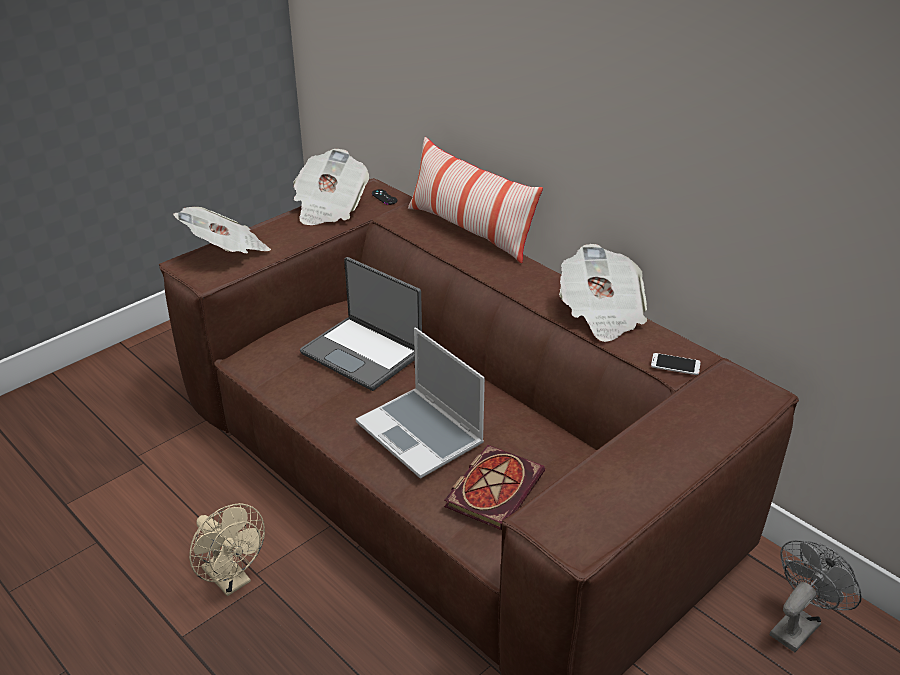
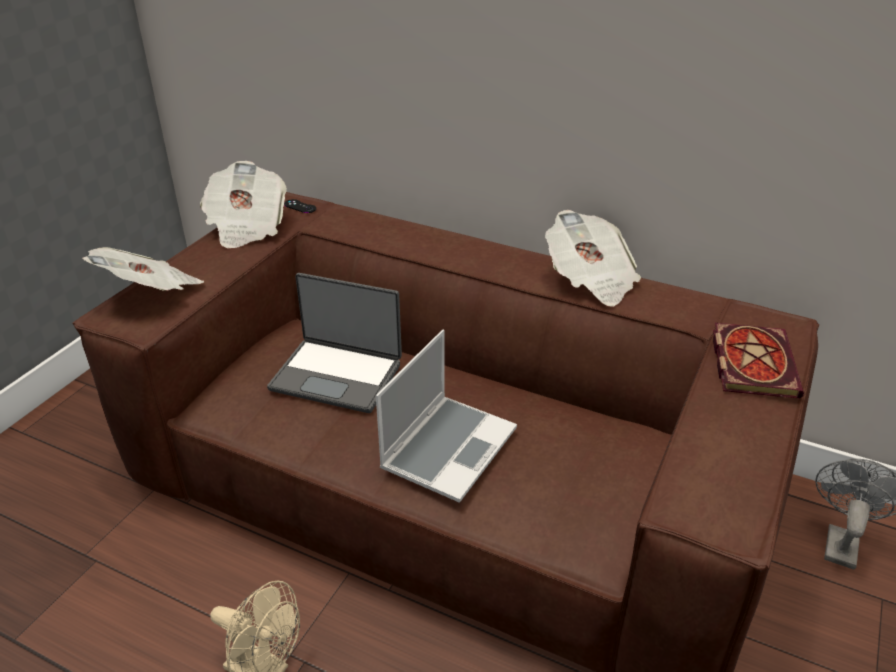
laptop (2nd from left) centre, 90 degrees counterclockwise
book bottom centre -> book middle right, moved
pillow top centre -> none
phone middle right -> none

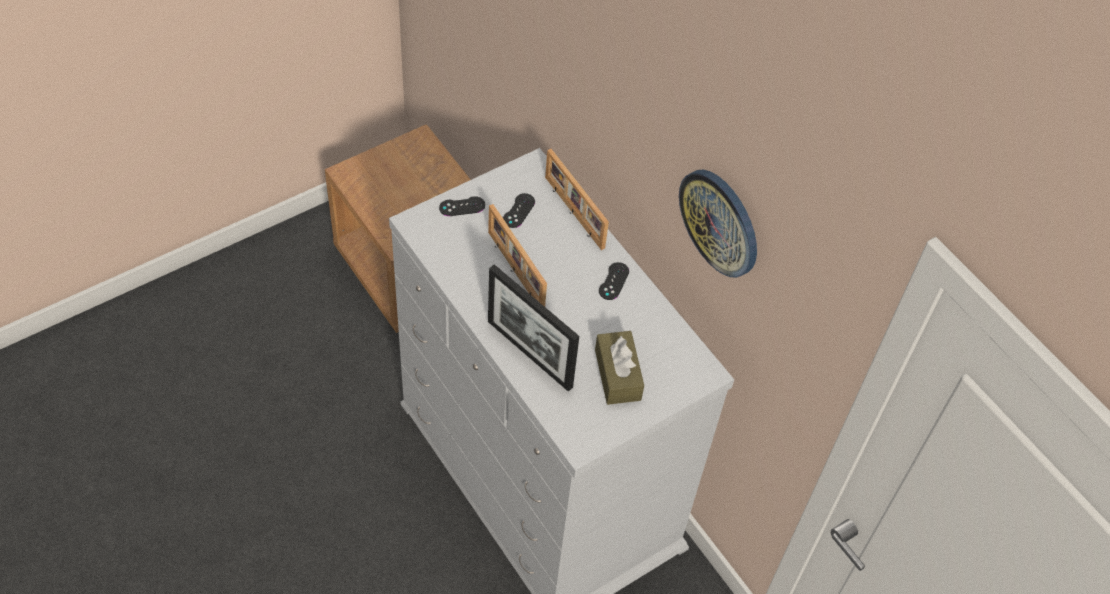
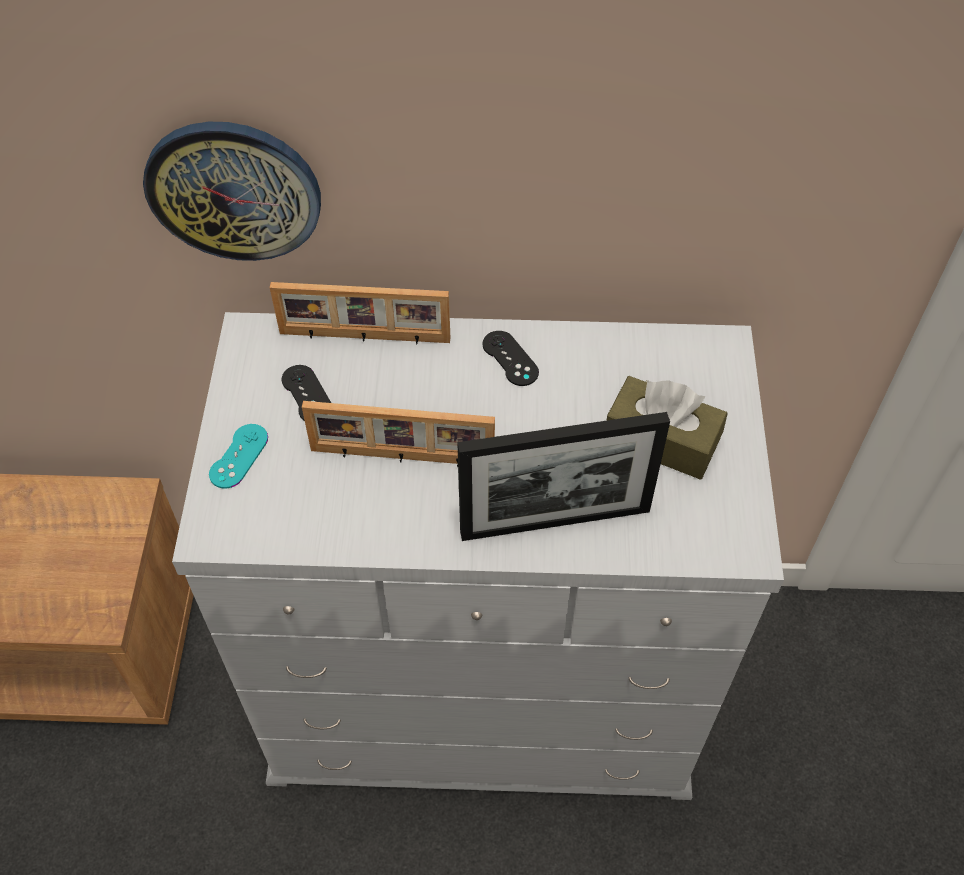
wall clock centre -> wall clock top left, moved
black game controller (1st from left) centre -> turquoise game controller middle left

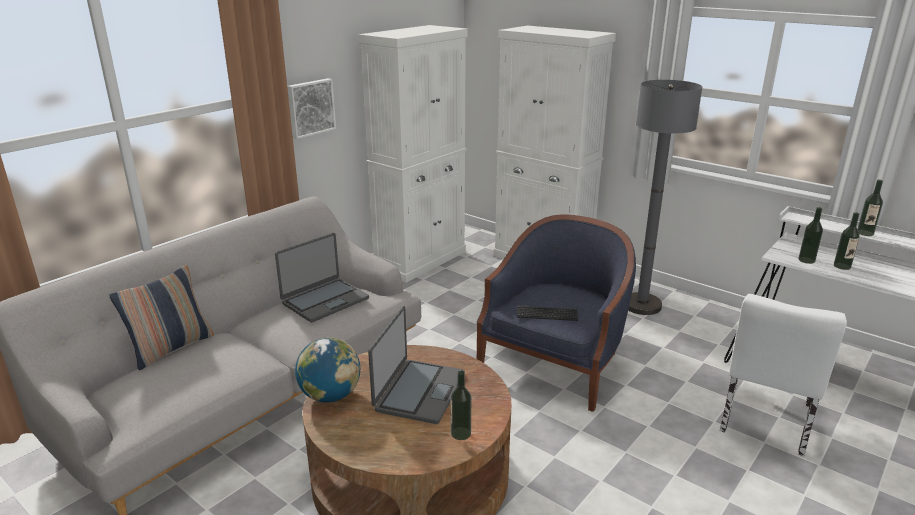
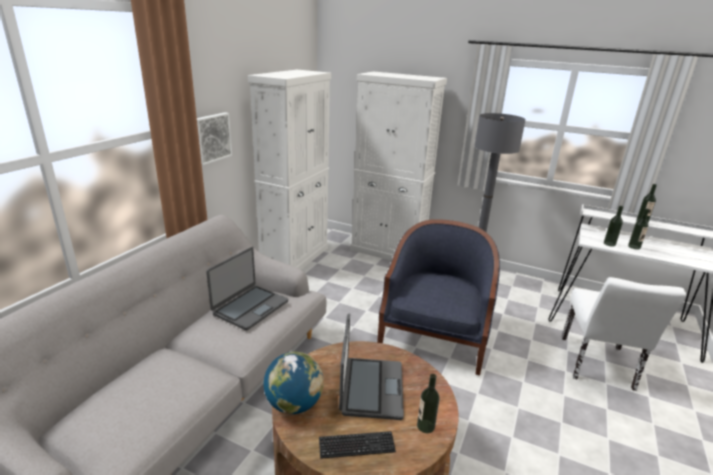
keyboard centre -> keyboard bottom centre, moved
pillow middle left -> none

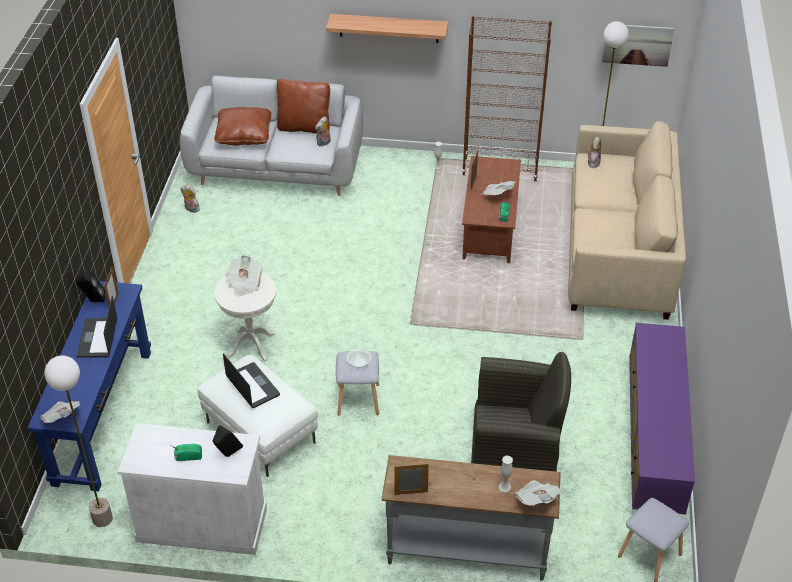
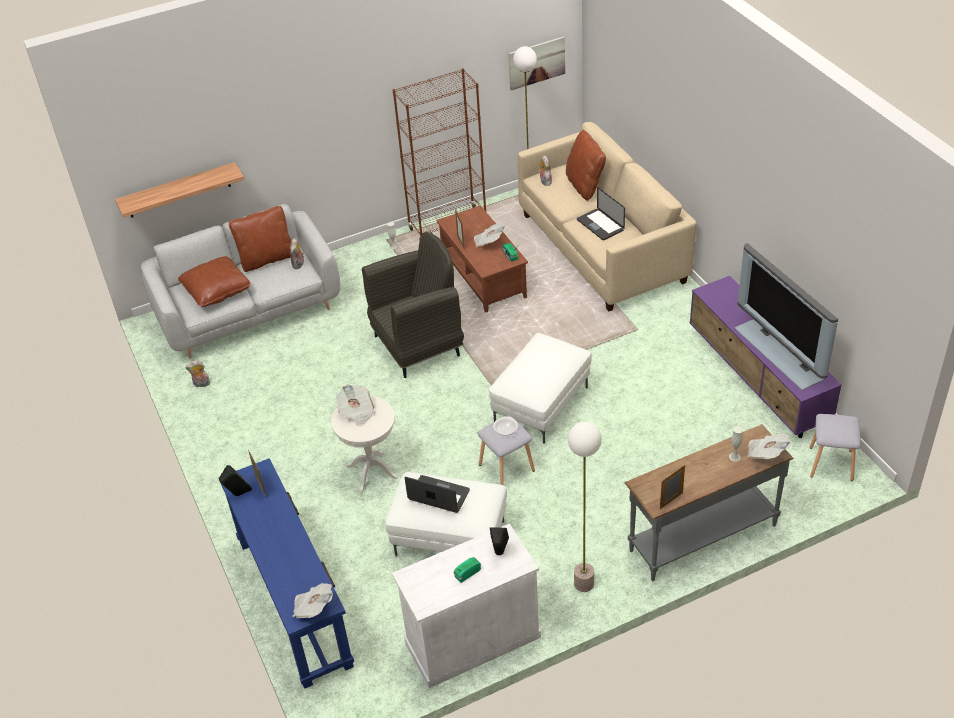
shelf top centre -> shelf top left, moved
grey armchair bottom centre -> grey armchair centre, moved
none -> white ottoman (2nd from left) centre
none -> brown pillow (3rd from left) top centre
floor lamp (1st from left in the first image) bottom left -> floor lamp (2nd from left) bottom centre, moved
laptop (1st from left in the first image) middle left -> laptop (2nd from left) top centre, moved
none -> television middle right

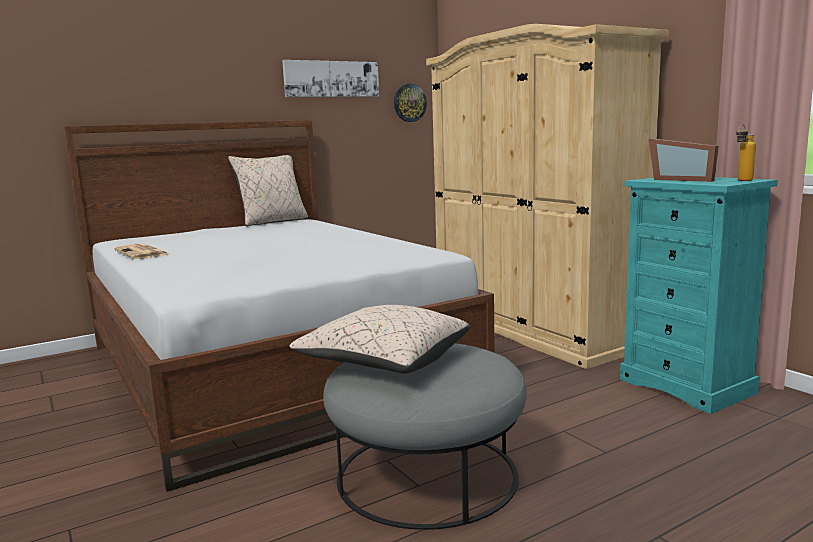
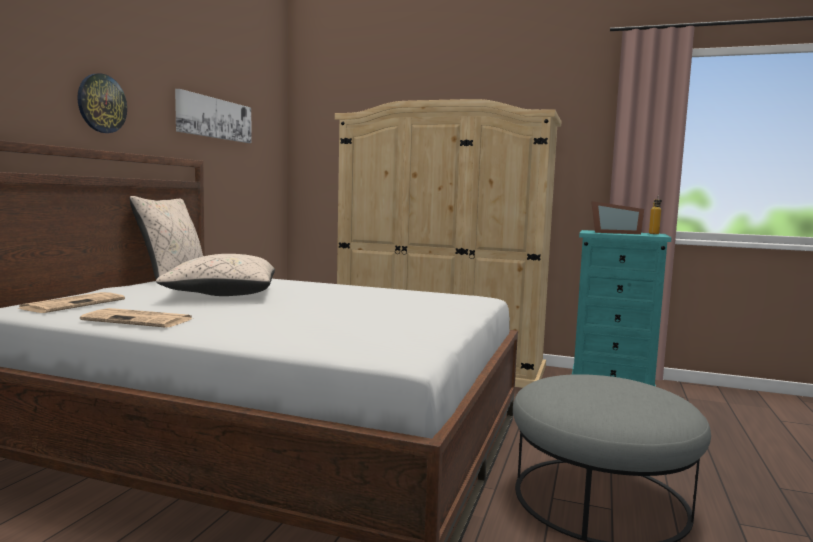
none -> newspaper (1st from left) middle left
wall clock top centre -> wall clock top left, moved
beige pillow (2nd from left) centre -> beige pillow (2nd from left) middle left, moved

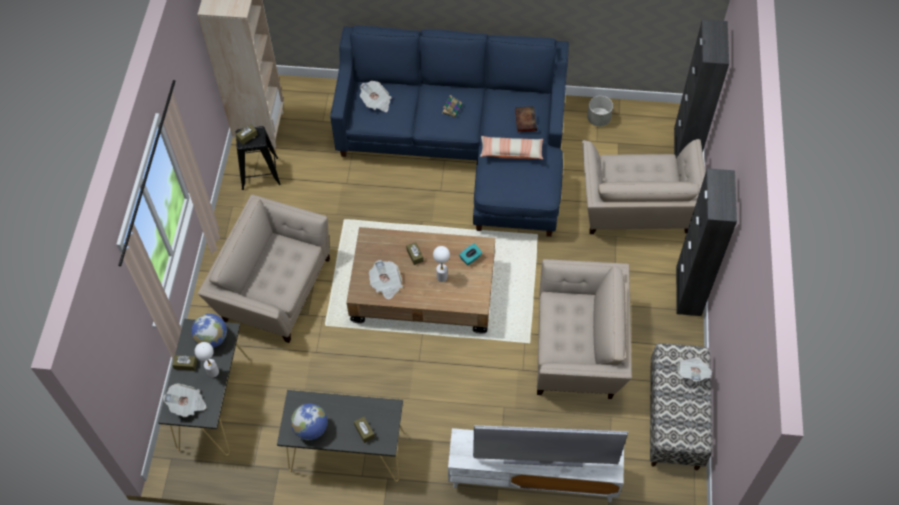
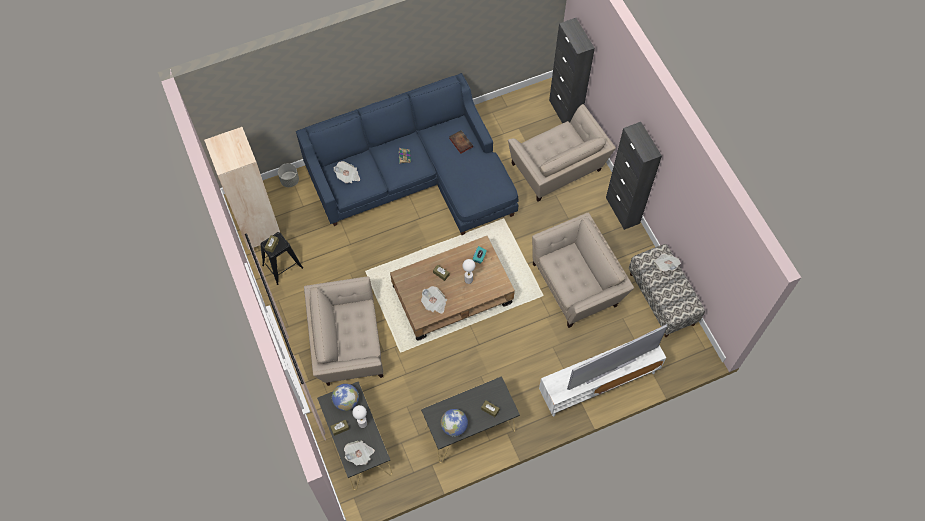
grey planter top right -> grey planter middle left, moved
pillow top centre -> none

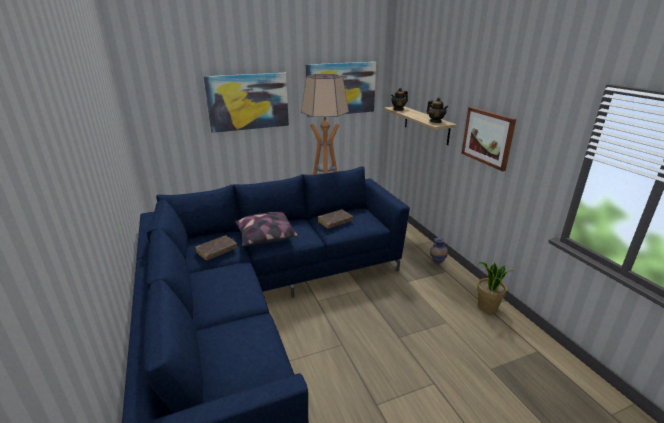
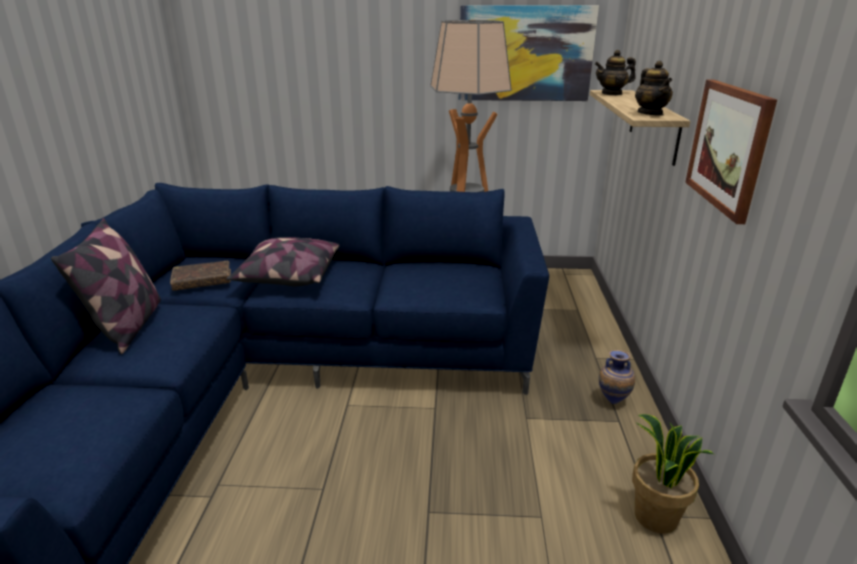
none -> pillow (1st from left) middle left
picture (1st from left) top centre -> none
brown book (2nd from left) centre -> none

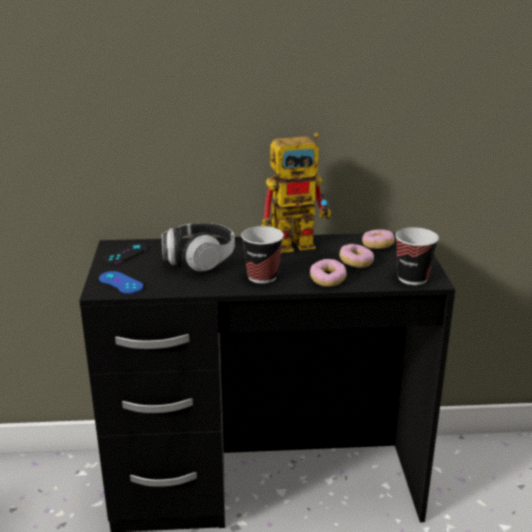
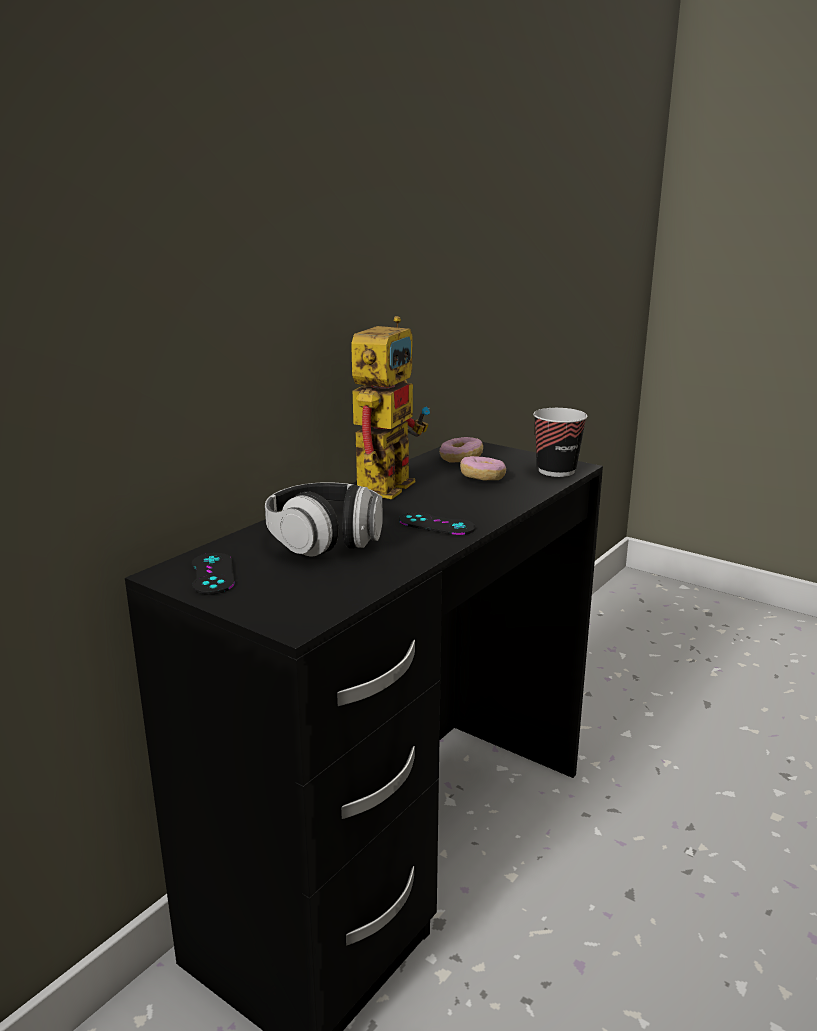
cup (1st from left) centre -> black game controller (2nd from left) centre
blue game controller middle left -> none
donut (1st from left) centre -> none

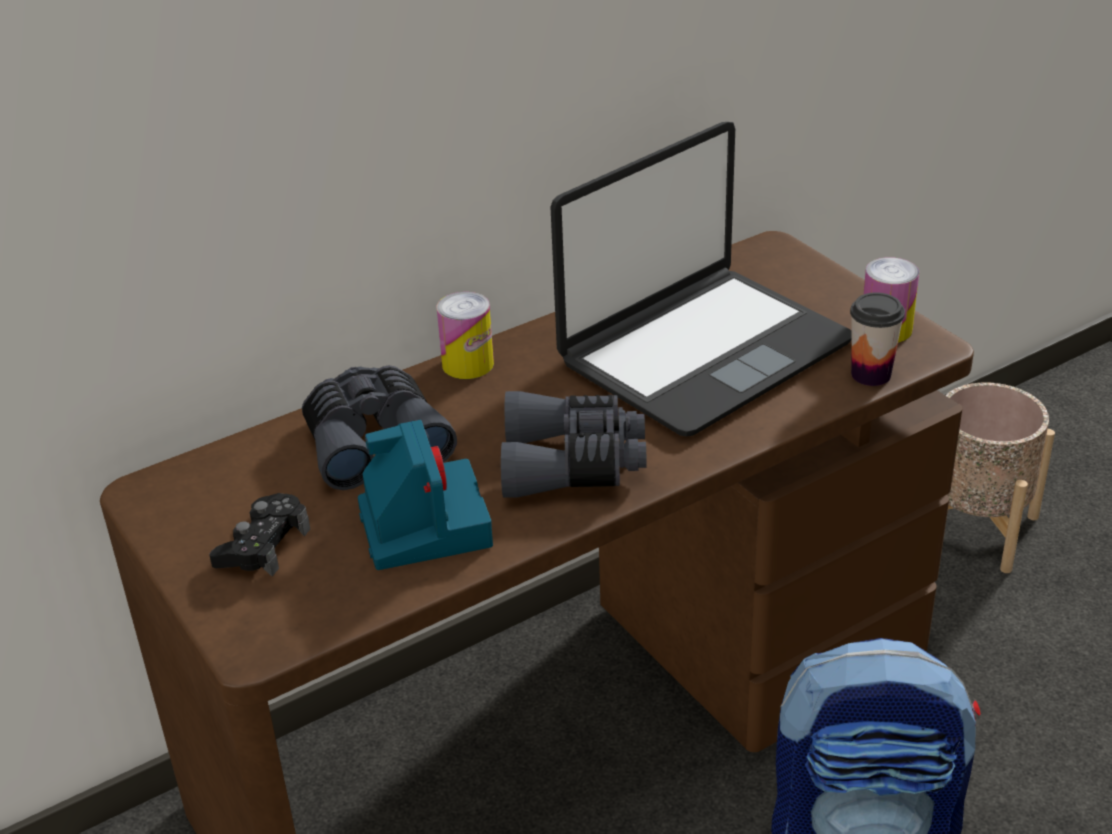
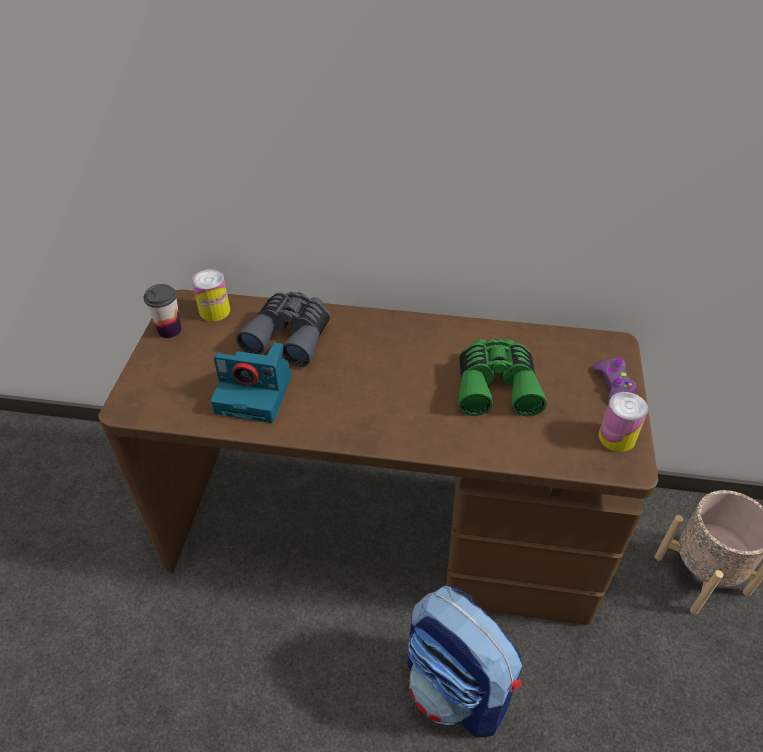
cup middle right -> cup middle left, moved
can (1st from left) centre -> can (1st from left) middle left, moved
photo camera centre -> photo camera middle left, 75 degrees clockwise
laptop centre -> green binoculars centre
none -> purple game controller middle right
black game controller middle left -> none
grey binoculars (2nd from left) centre -> none

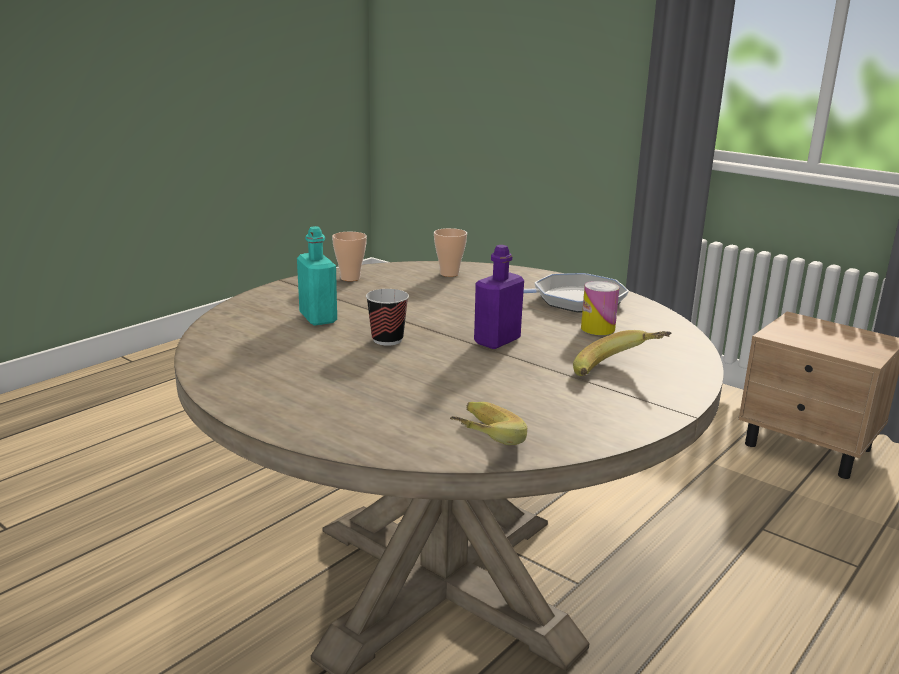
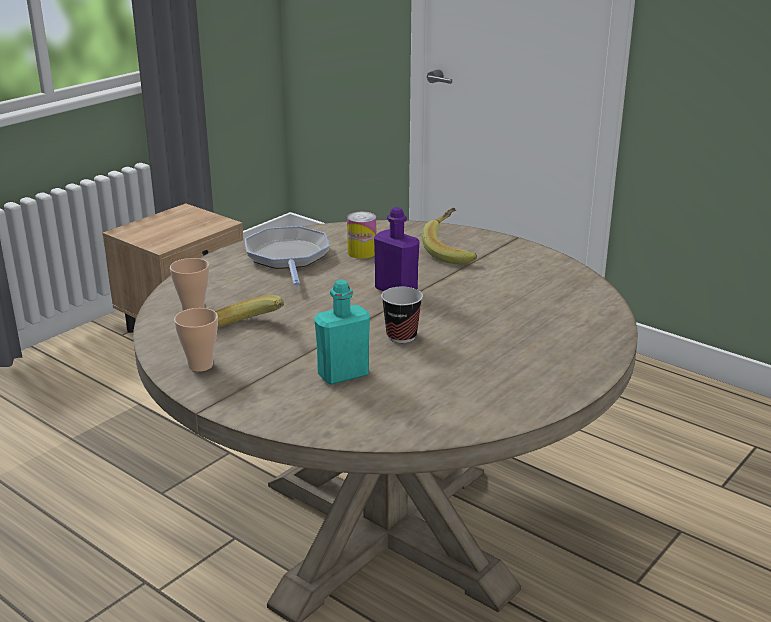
banana (1st from left) centre -> banana (1st from left) middle left, moved

